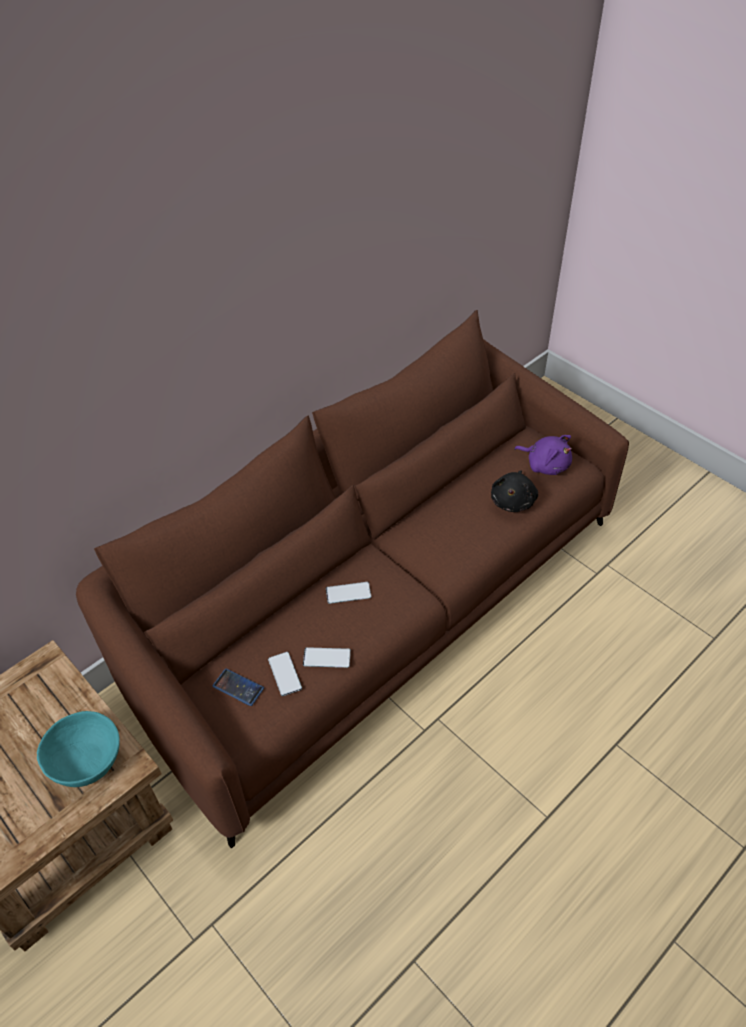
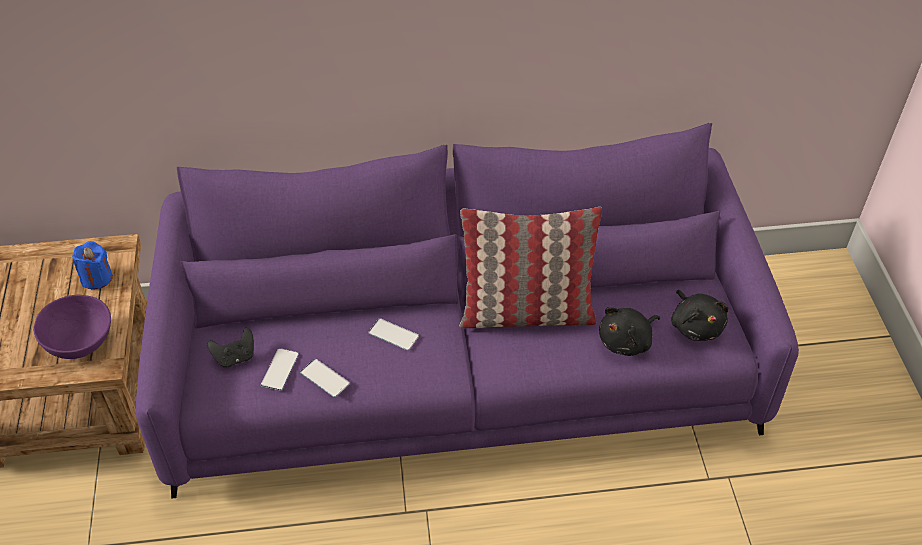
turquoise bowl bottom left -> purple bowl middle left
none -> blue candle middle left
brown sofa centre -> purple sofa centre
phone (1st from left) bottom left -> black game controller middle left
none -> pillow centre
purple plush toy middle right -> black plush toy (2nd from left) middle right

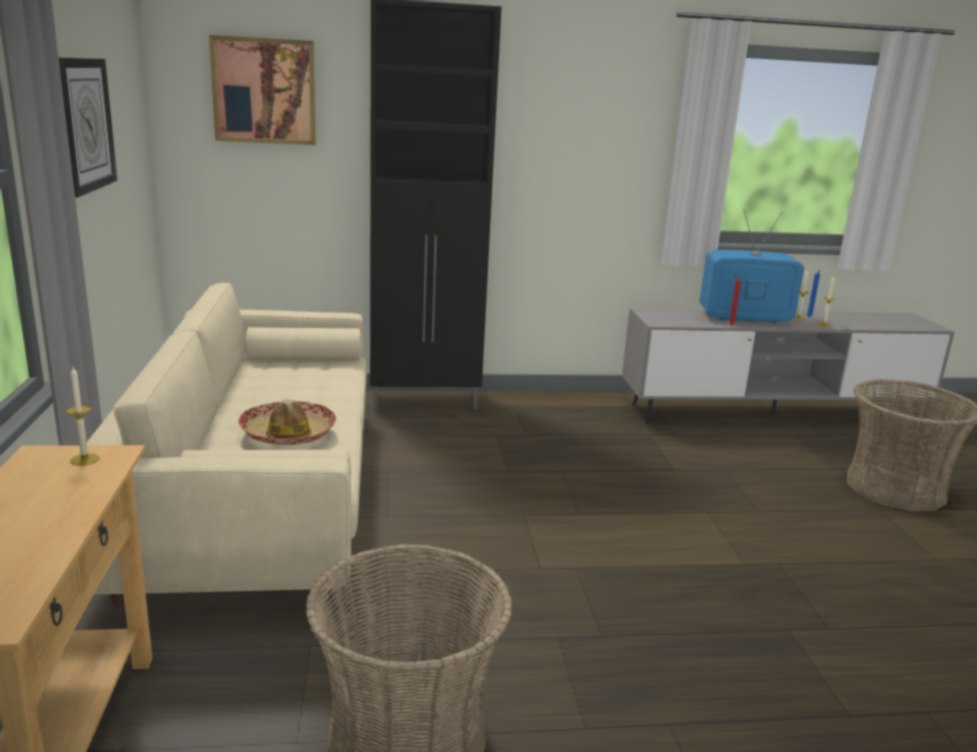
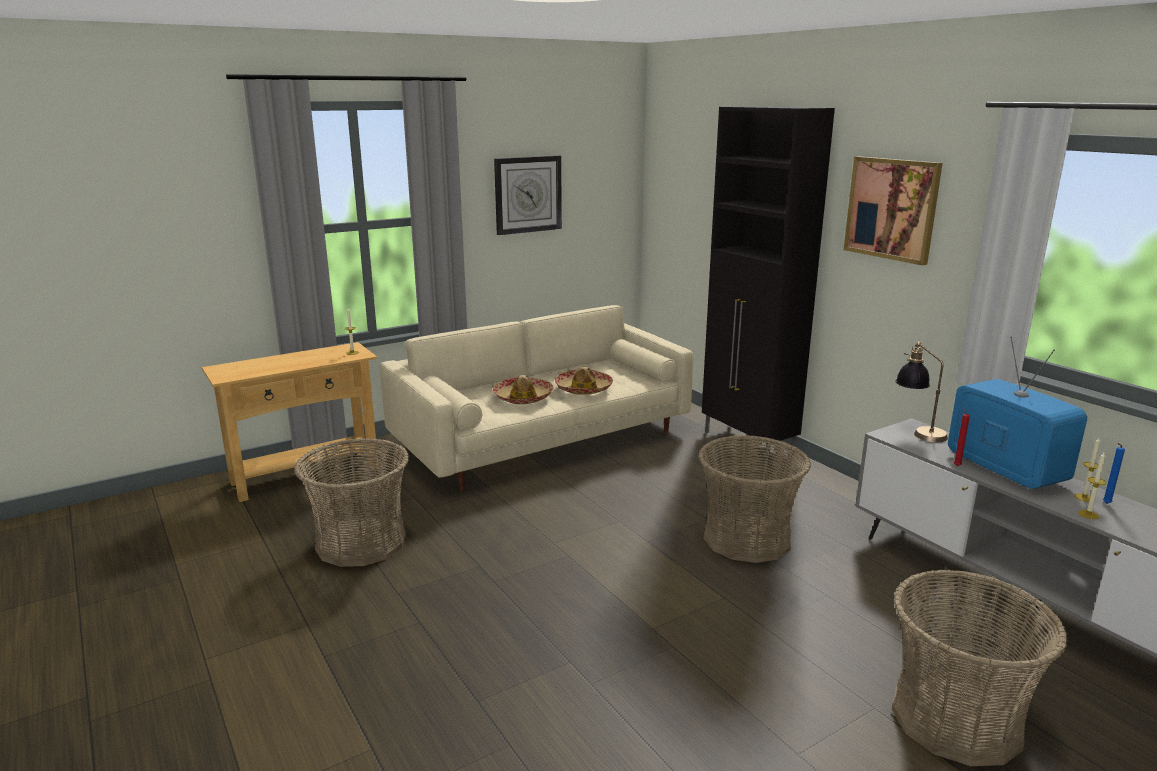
none -> hat (2nd from left) centre
none -> basket (2nd from left) centre
picture top left -> picture top right, moved
none -> table lamp middle right

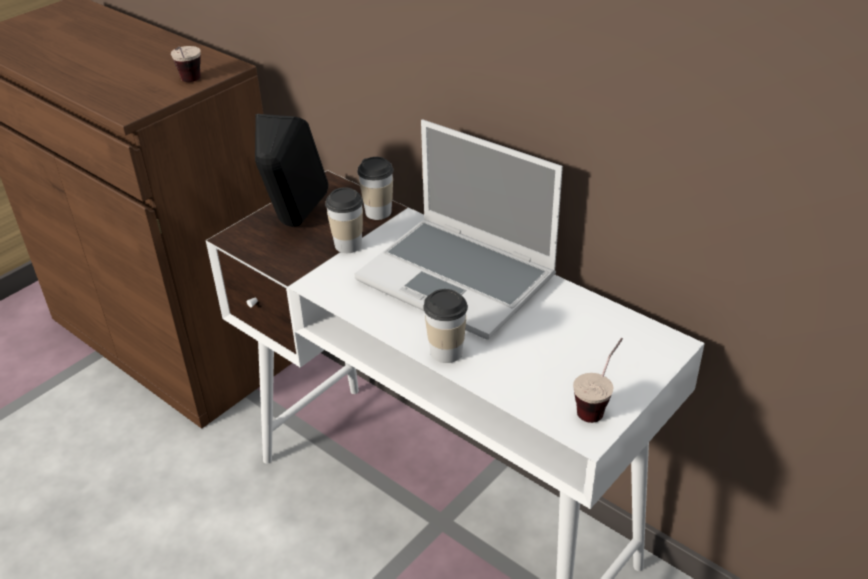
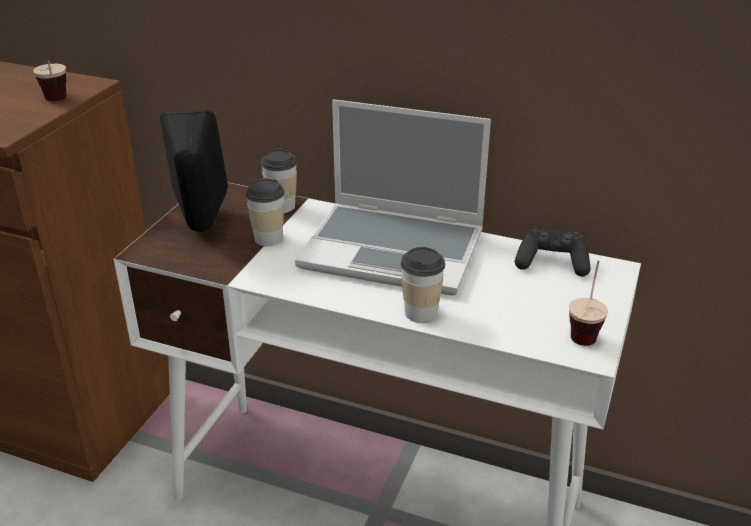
none -> black game controller middle right

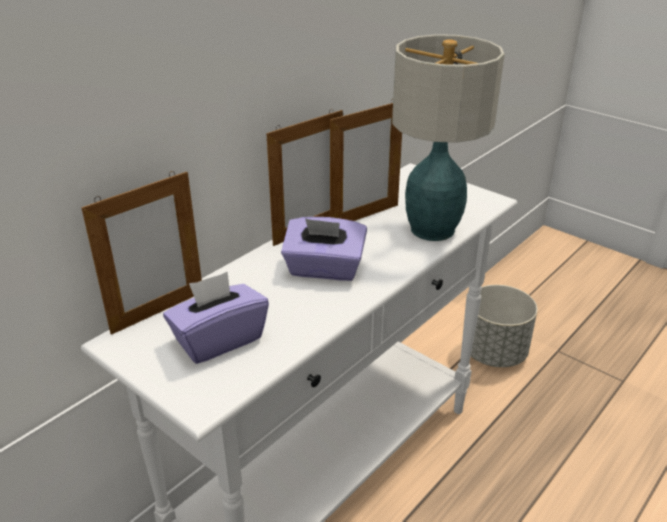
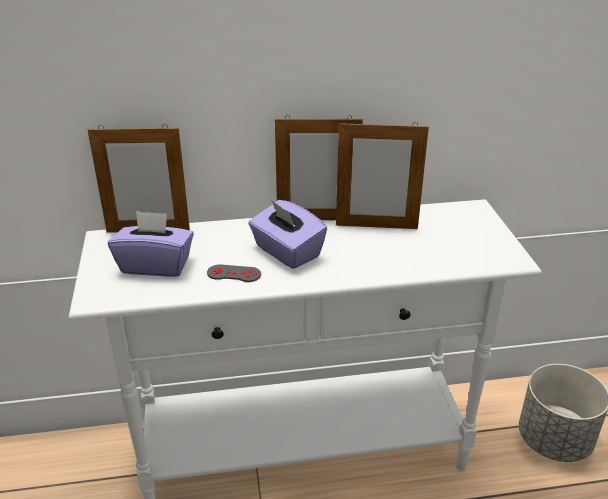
none -> grey game controller centre
table lamp top right -> none

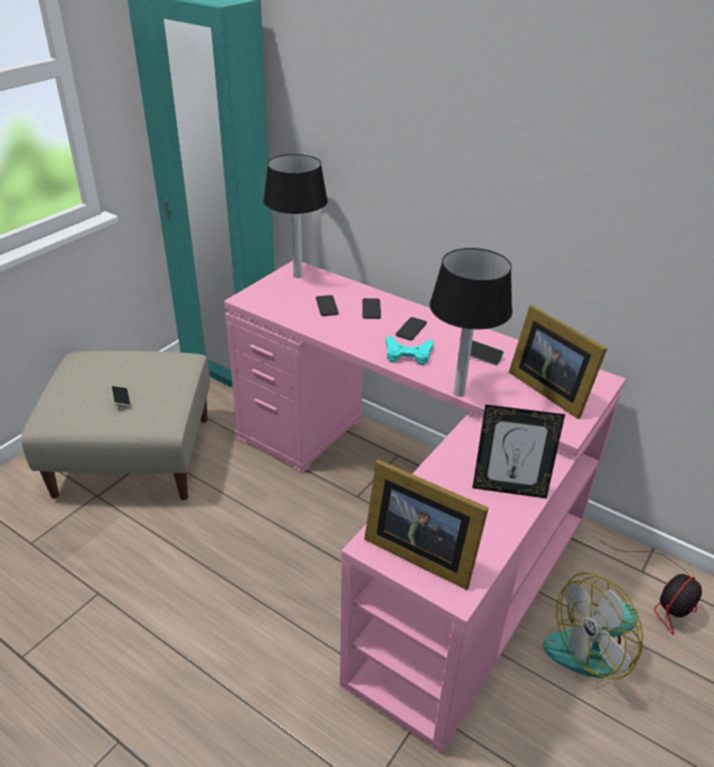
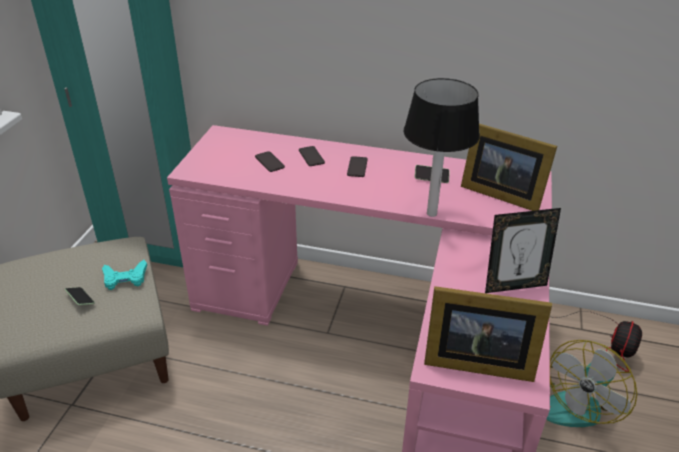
turquoise game controller centre -> turquoise game controller middle left, moved
table lamp (1st from left) top centre -> none

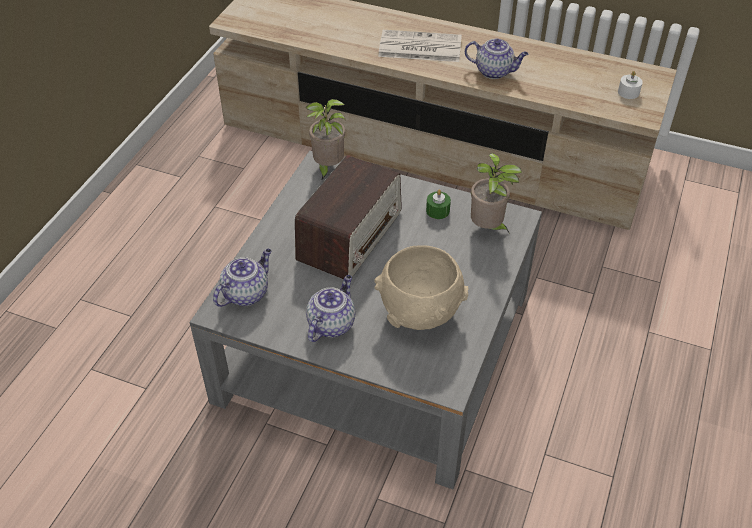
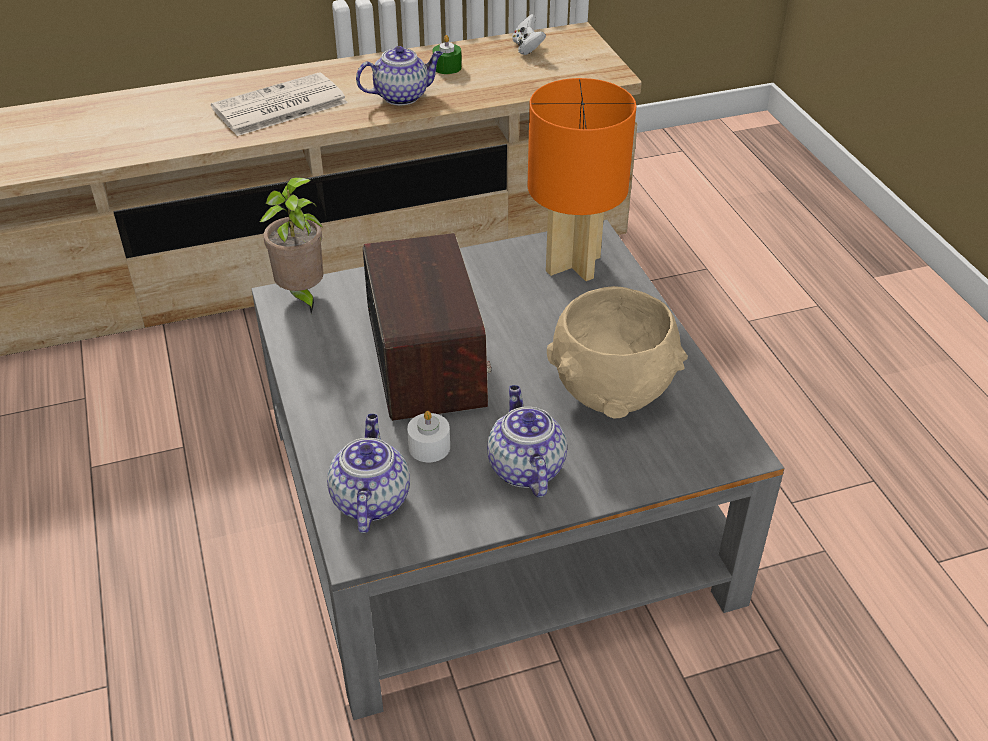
white candle top right -> white candle centre, moved
green candle centre -> green candle top centre, moved
none -> white game controller top centre
potted plant (2nd from left) centre -> orange table lamp top centre

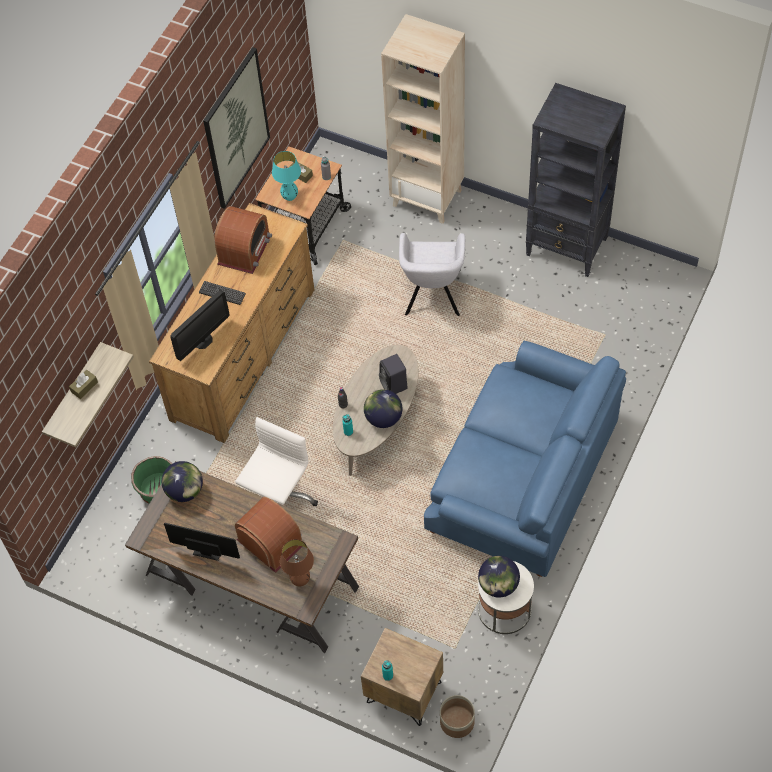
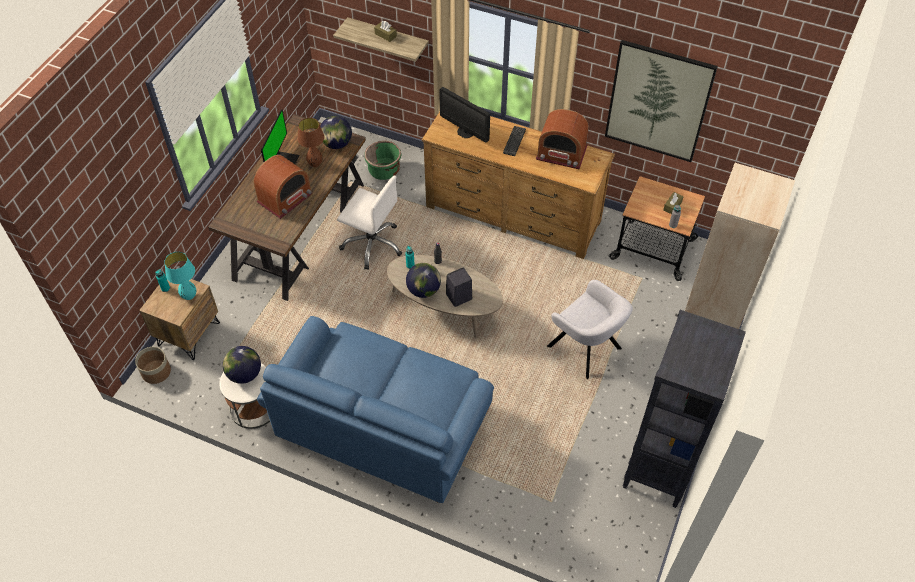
turquoise table lamp top centre -> turquoise table lamp middle left, moved
brown table lamp bottom centre -> brown table lamp top centre, moved
grey armchair centre, 135 degrees counterclockwise

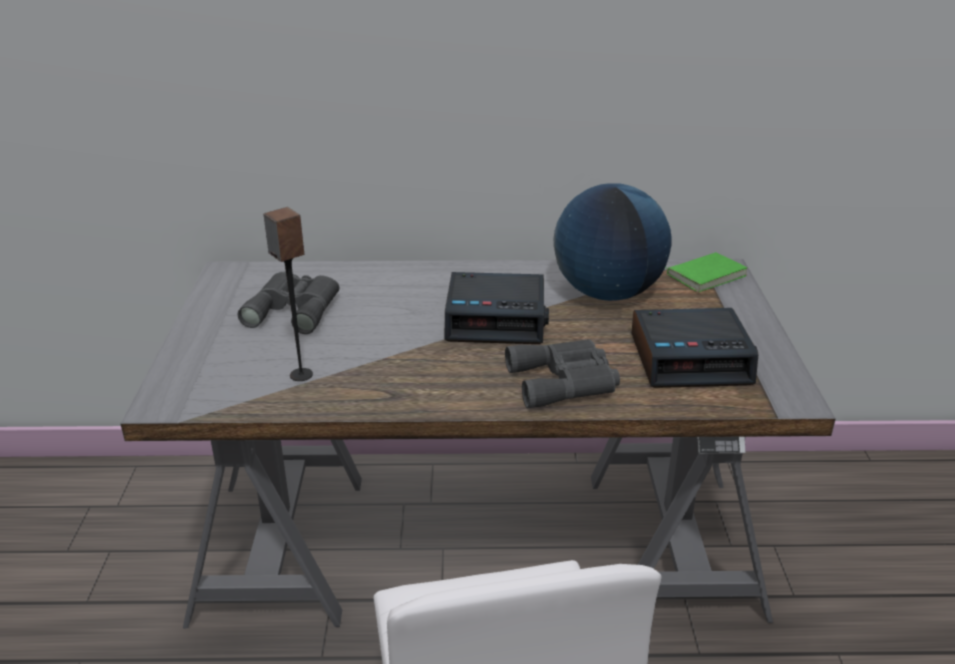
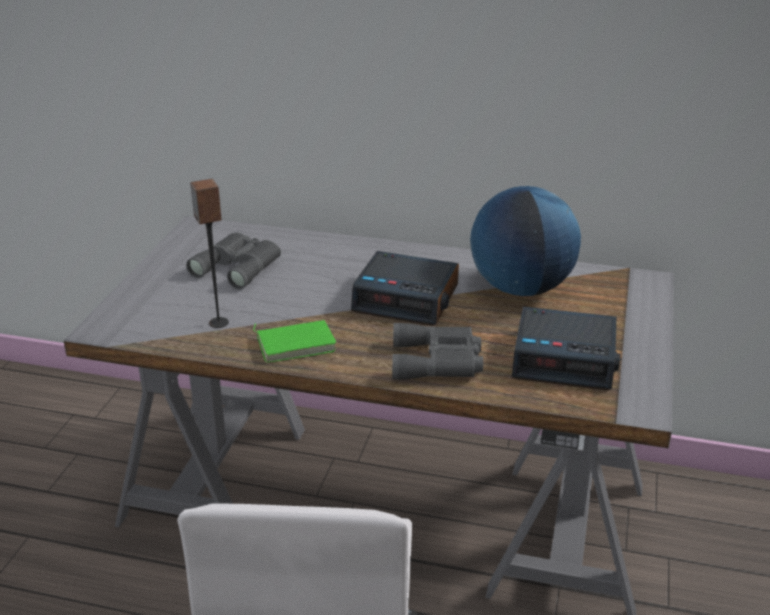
green book middle right -> green book centre, moved

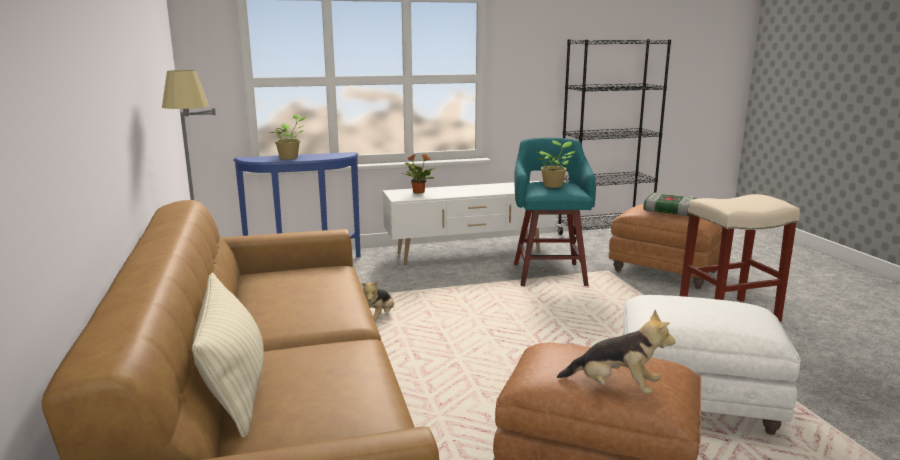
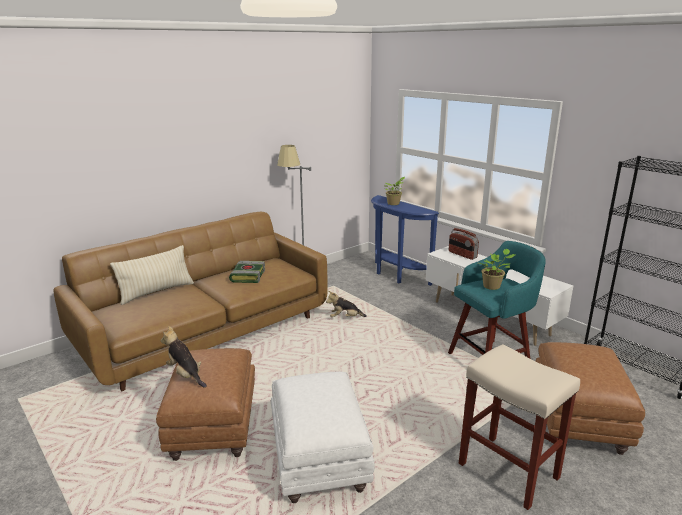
plush toy (2nd from left in the first image) bottom right -> plush toy (1st from left) bottom left, 135 degrees clockwise
book middle right -> book centre, moved
potted plant (2nd from left) centre -> radio middle right

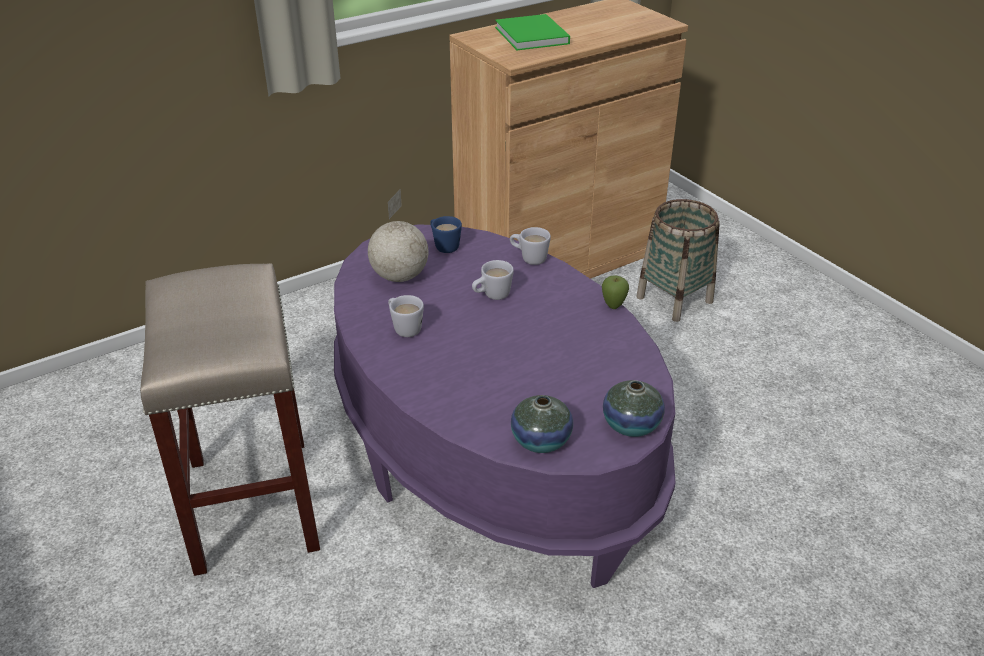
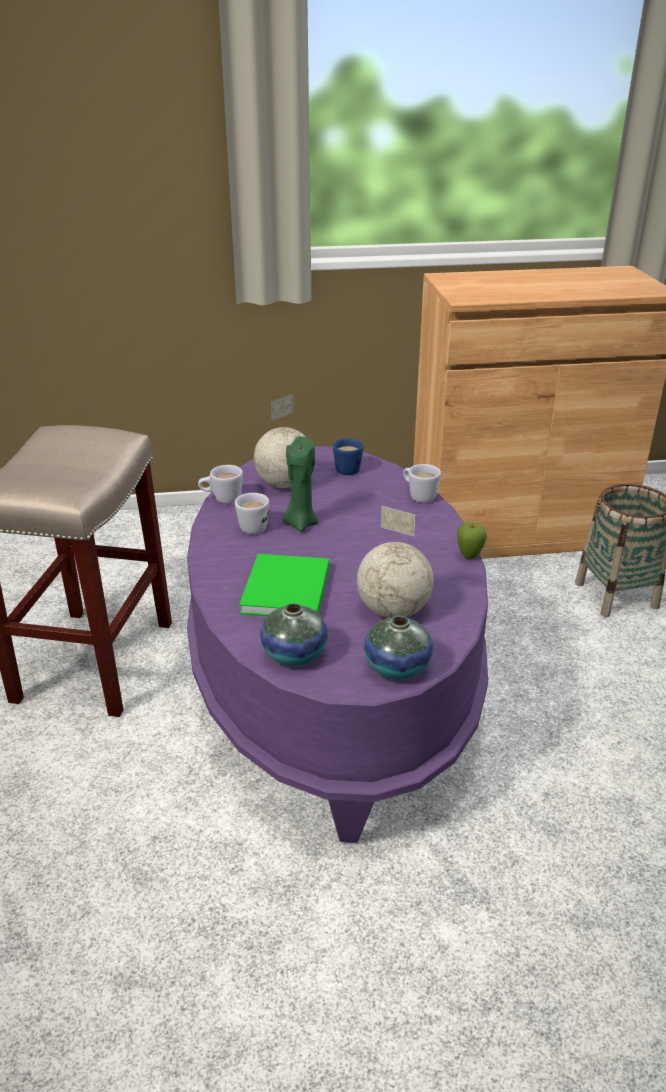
white mug (2nd from left in the first image) centre -> white mug (1st from left) middle left, moved
green book top centre -> green book centre, moved
none -> green candle centre
none -> globe (2nd from left) centre

